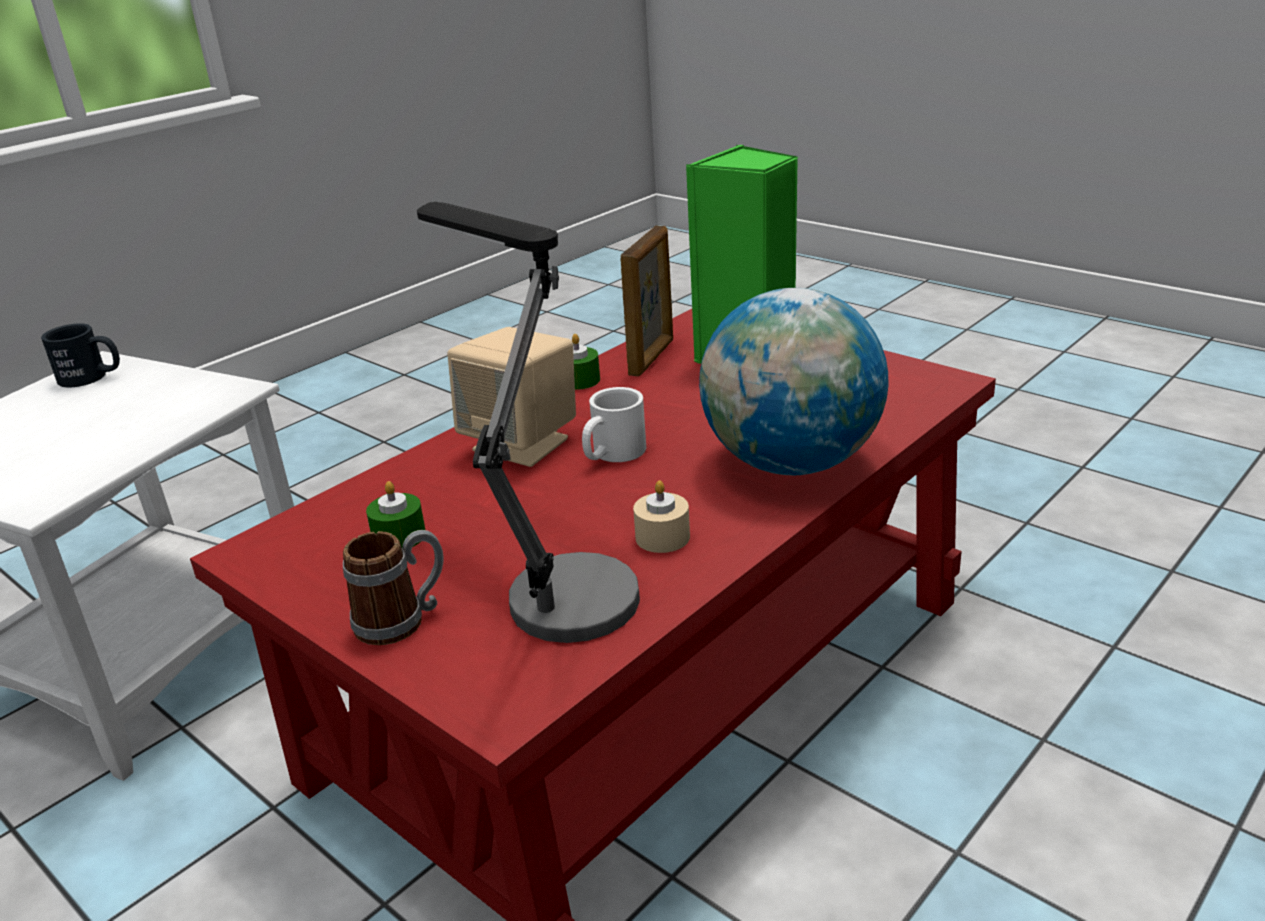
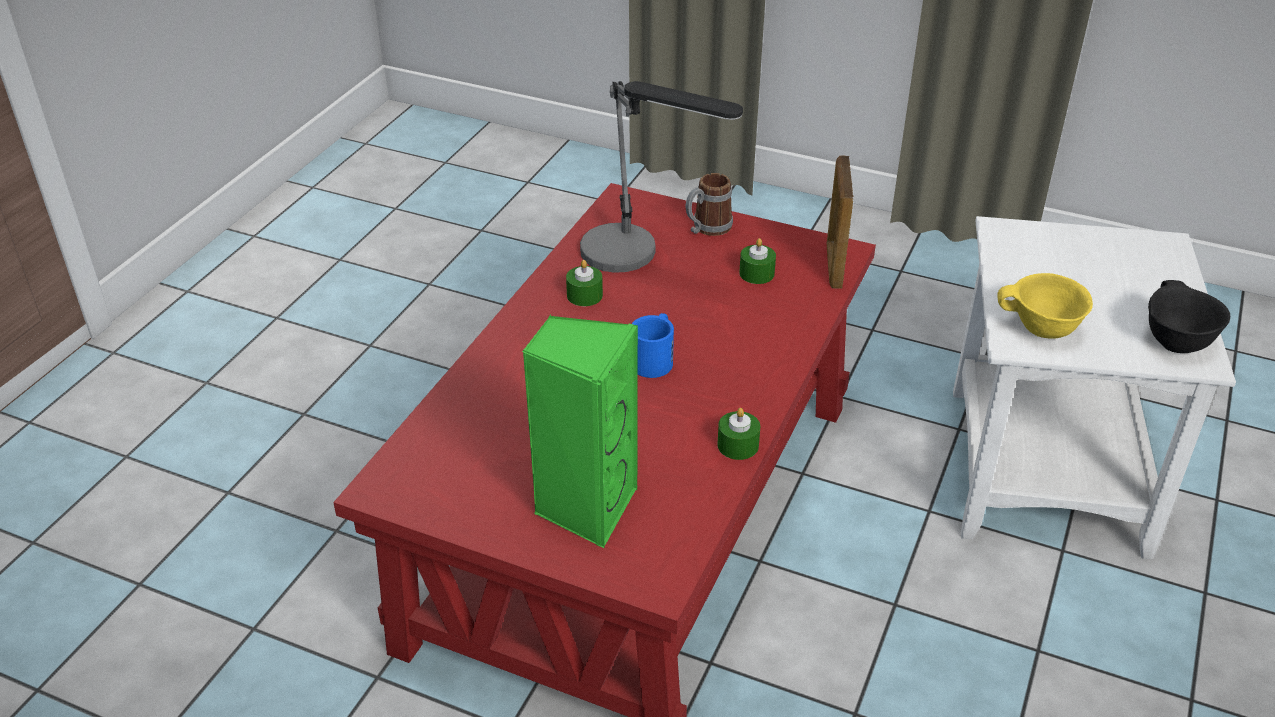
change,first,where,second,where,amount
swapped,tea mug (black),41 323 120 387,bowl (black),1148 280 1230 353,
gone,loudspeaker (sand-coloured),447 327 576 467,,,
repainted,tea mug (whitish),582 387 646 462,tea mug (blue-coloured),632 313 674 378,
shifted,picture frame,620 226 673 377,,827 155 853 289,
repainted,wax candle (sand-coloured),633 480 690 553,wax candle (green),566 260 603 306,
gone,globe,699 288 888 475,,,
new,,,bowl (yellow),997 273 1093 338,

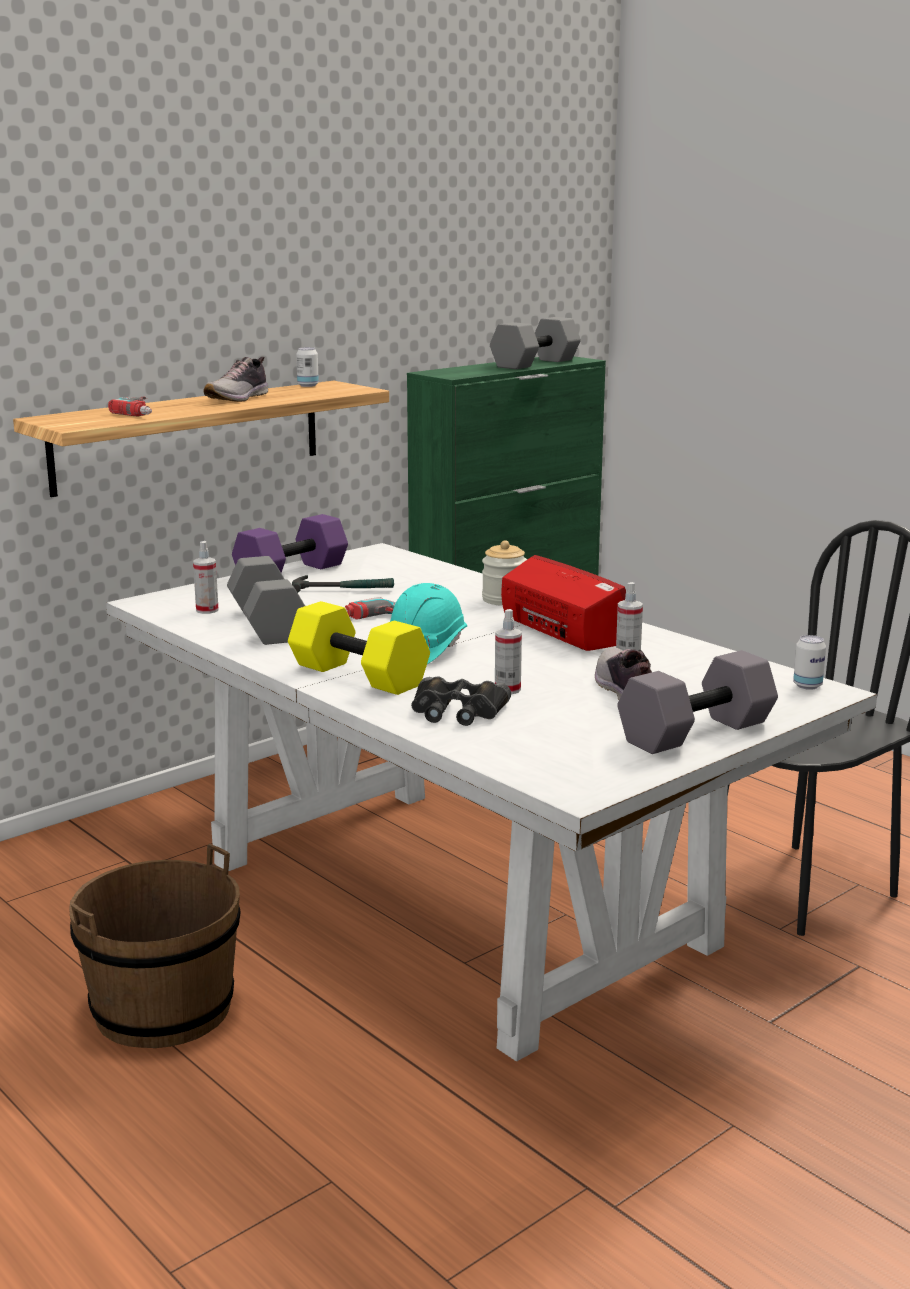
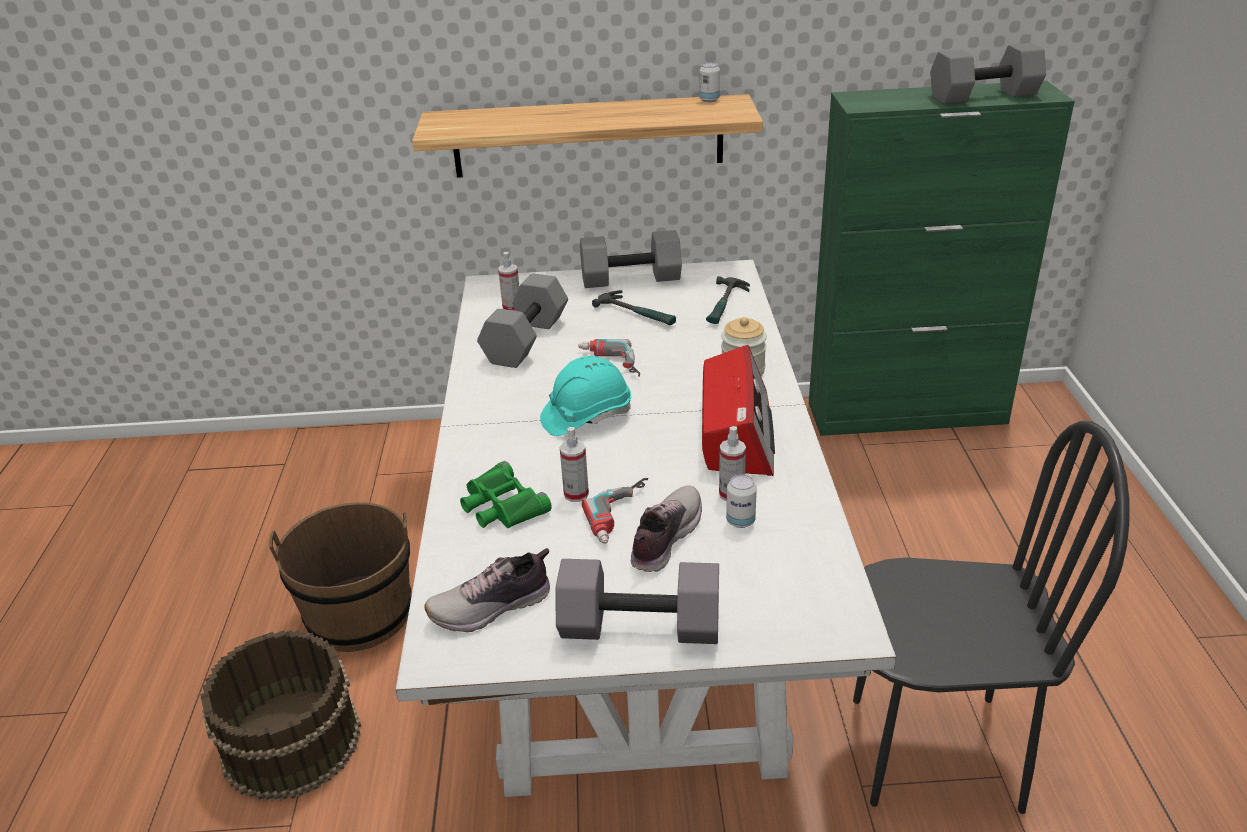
change,first,where,second,where,amount
shifted,drill,108 397 152 417,,582 478 648 544,
shifted,shoe,203 357 268 402,,424 548 550 632,
repainted,free weight (purplish),232 514 348 573,free weight (greyish),580 230 682 288,
gone,free weight (yellow),288 601 430 695,,,
repainted,binoculars (black),411 676 511 726,binoculars (green),460 461 552 528,
shifted,metal can,793 635 826 690,,726 474 757 528,
new,,,pail (brown),200 630 361 801,
new,,,hand hammer,706 276 750 324,

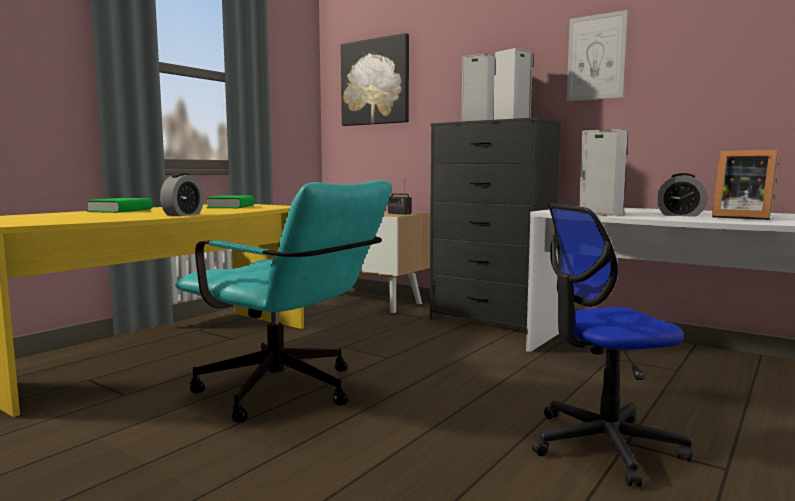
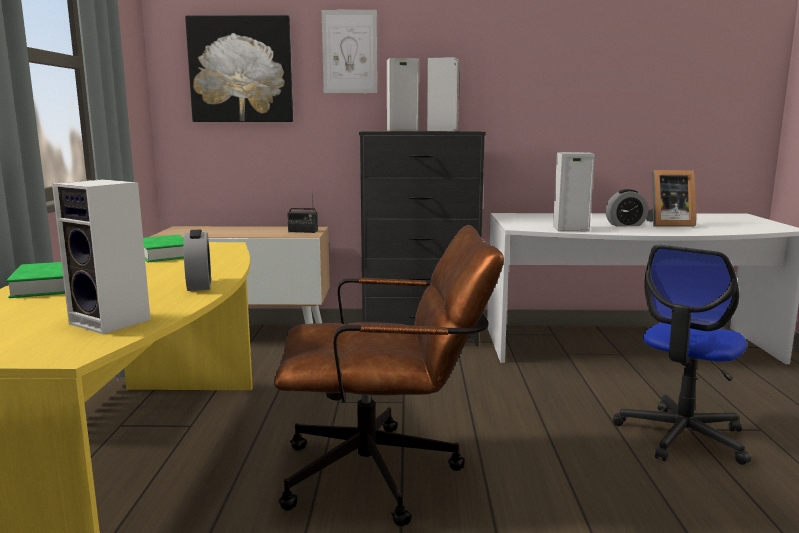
change,first,where,second,where,amount
repainted,office chair (turquoise-coloured),175 180 392 423,office chair (brown),274 225 504 526,
shifted,picture,567 10 628 101,,322 10 377 93,
new,,,loudspeaker,52 179 151 334,

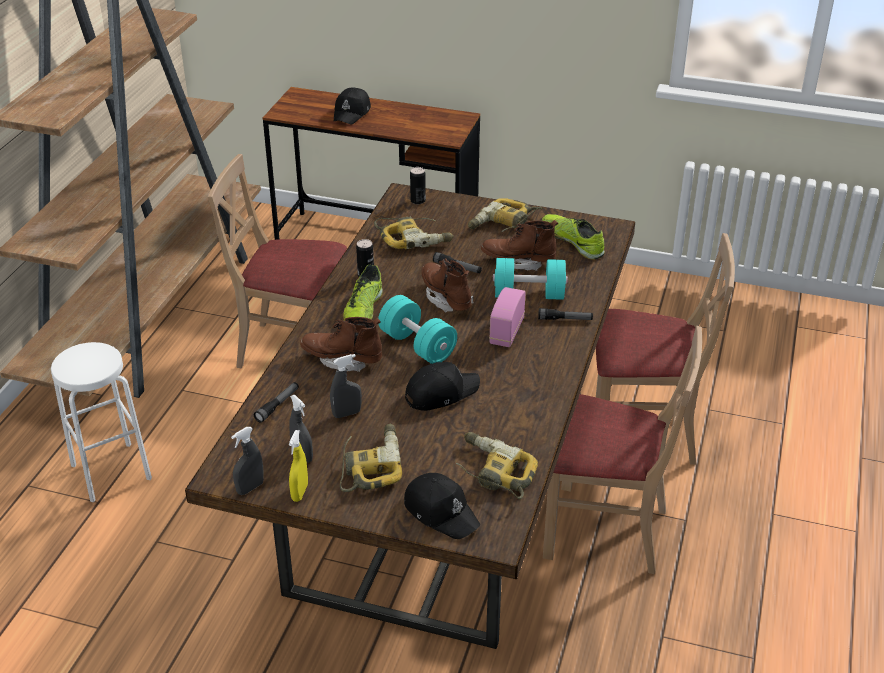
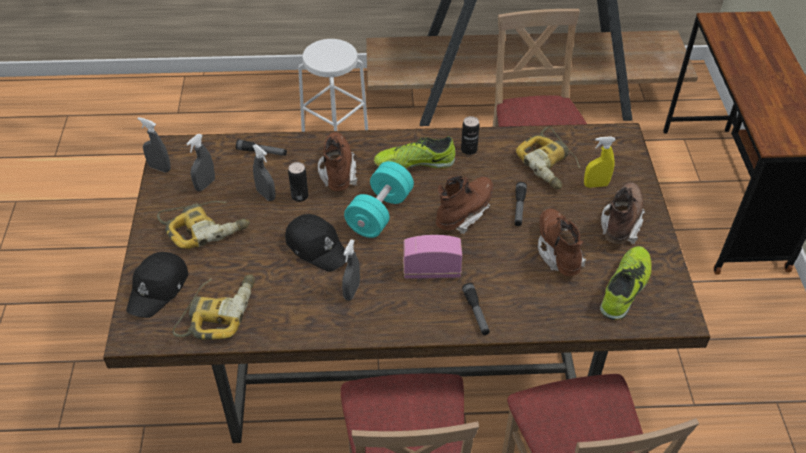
change,first,where,second,where,amount
shifted,spray bottle (yellow),289 430 308 502,,584 136 615 188,
gone,baseball cap (black),333 88 371 125,,,
shifted,metal can,410 167 426 204,,288 162 308 202,
swapped,drill,468 198 543 232,tall boot (brown),601 183 646 244,
gone,free weight (turquoise-coloured),493 258 568 300,,,
new,,,spray bottle (greyish),342 239 360 301,

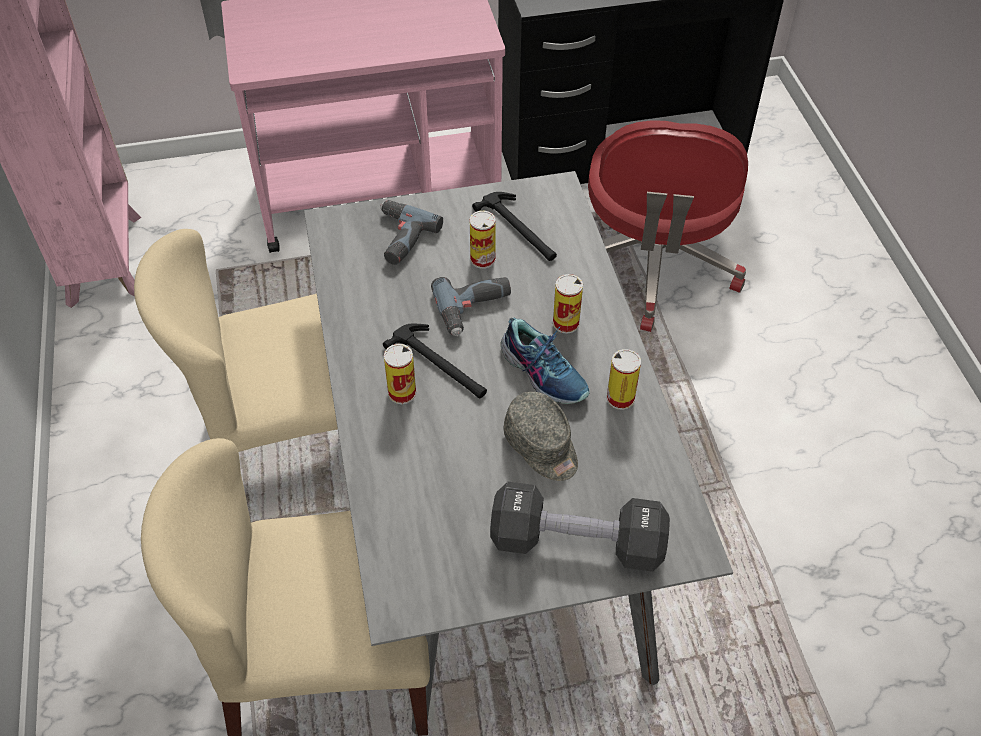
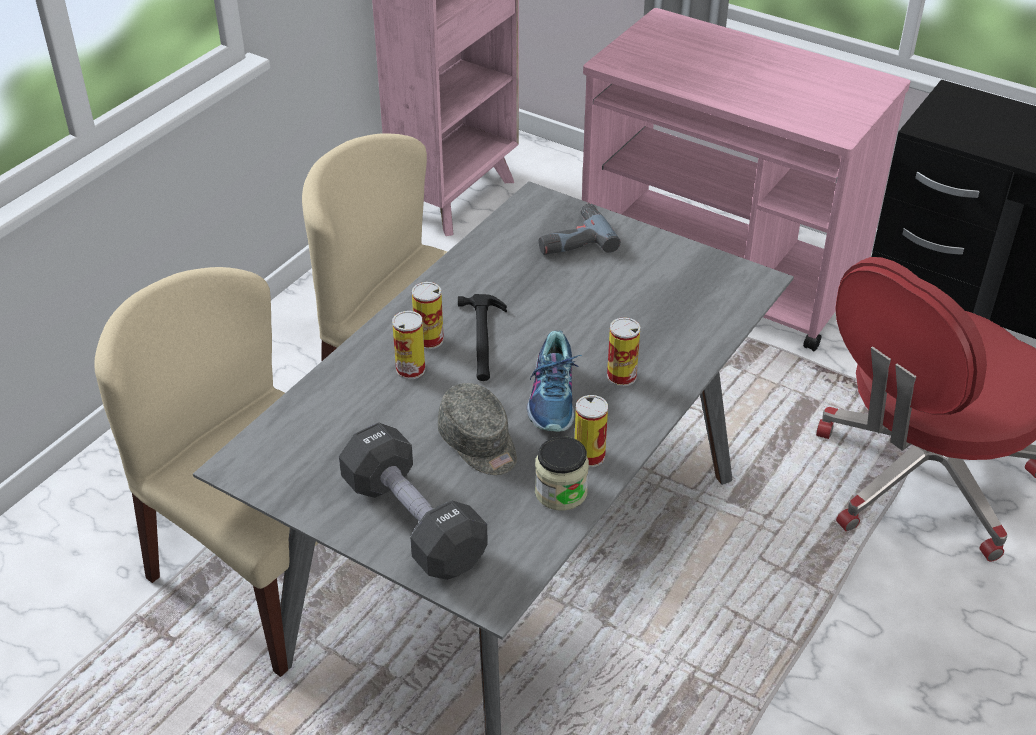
change,first,where,second,where,amount
gone,drill,431 277 511 336,,,
shifted,metal can,470 211 496 269,,392 311 425 380,
gone,hand hammer,472 192 557 261,,,
rotated,baseball cap (greyish),503 392 578 481,,438 383 517 475,45 degrees counterclockwise
new,,,storage jar,535 436 589 511,

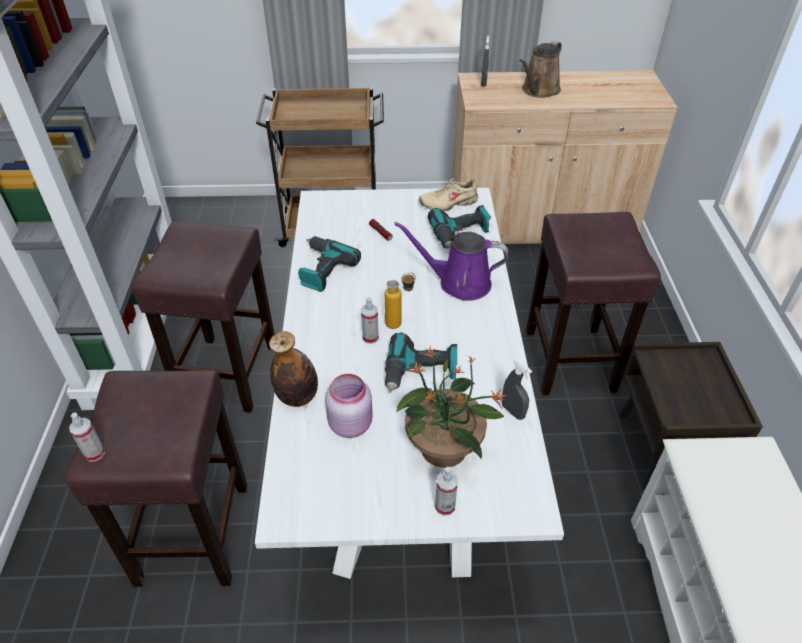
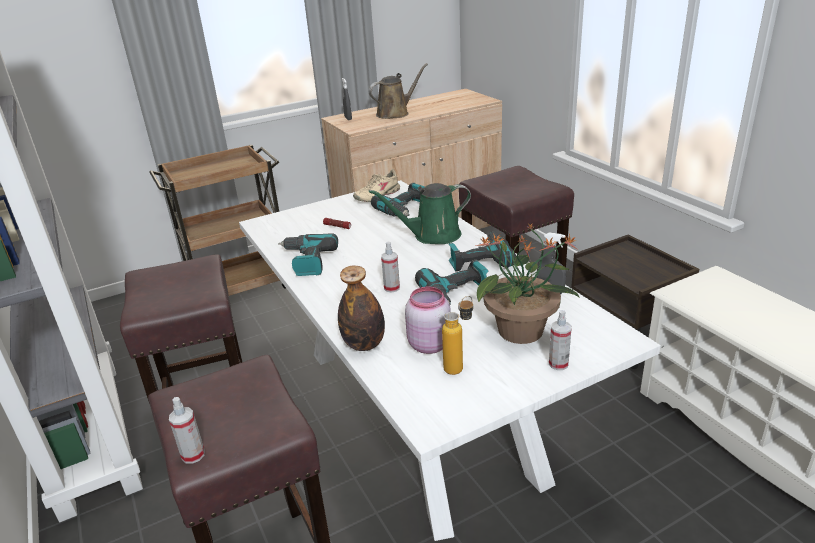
change,first,where,second,where,amount
shifted,beverage bottle,385 273 416 329,,442 296 473 375,
repainted,sprinkling can (purplish),394 221 509 301,sprinkling can (green),369 183 471 244,
rotated,sprinkling can (brown),519 41 562 98,,369 63 428 119,135 degrees counterclockwise
new,,,drill,448 231 516 271,

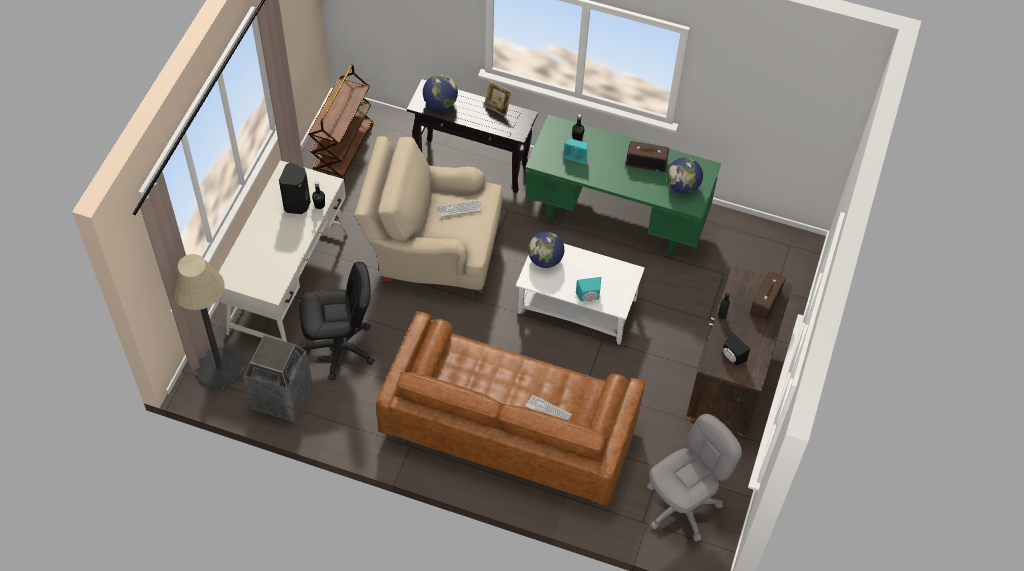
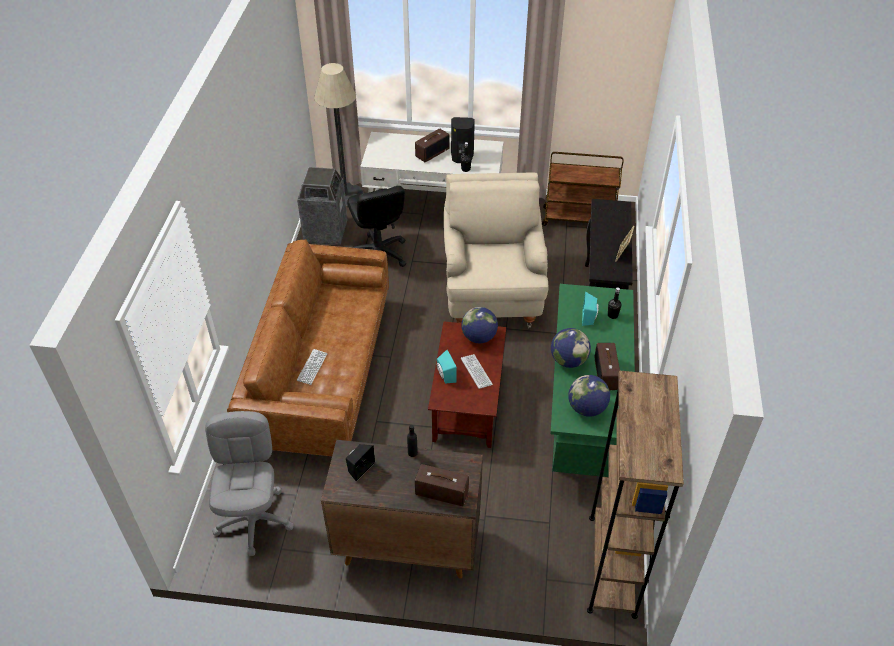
change,first,where,second,where,amount
shifted,globe,423 74 458 110,,551 328 591 368,
shifted,keyboard,439 199 483 217,,461 354 493 389,
repainted,coffee table (whitish),516 243 645 345,coffee table (brown),428 321 506 448,
rotated,office chair (greyish),647 414 742 542,,205 411 294 556,135 degrees counterclockwise
new,,,radio set,415 128 450 162,
new,,,shelving unit (brown),587 370 684 619,

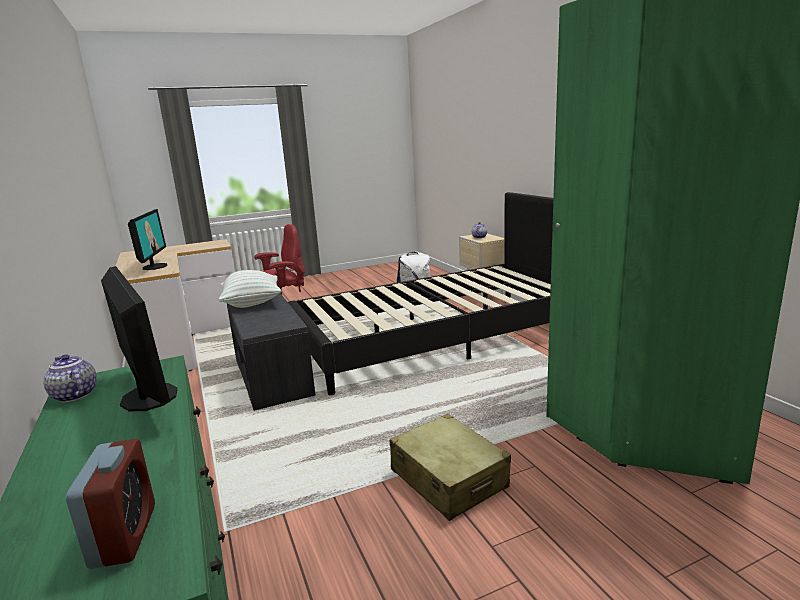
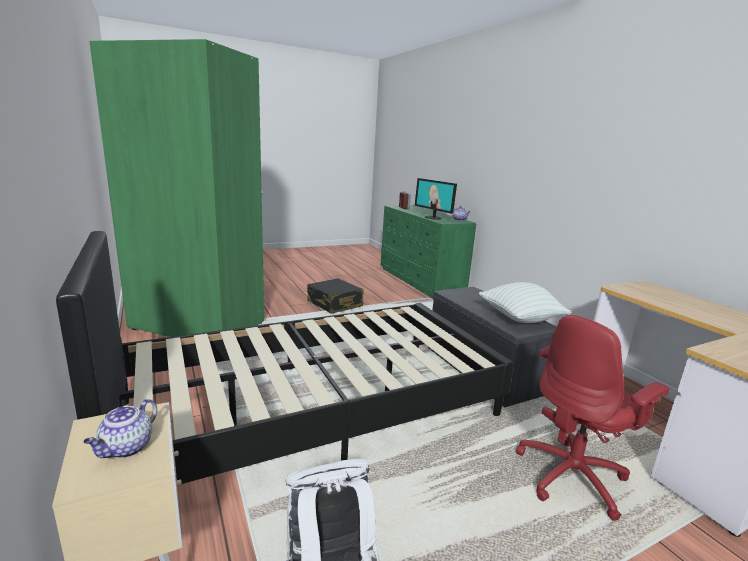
change,first,where,second,where,amount
gone,computer screen,128 209 167 270,,,
repainted,travel case (sand-coloured),390 414 511 521,travel case (black),307 278 363 314,

